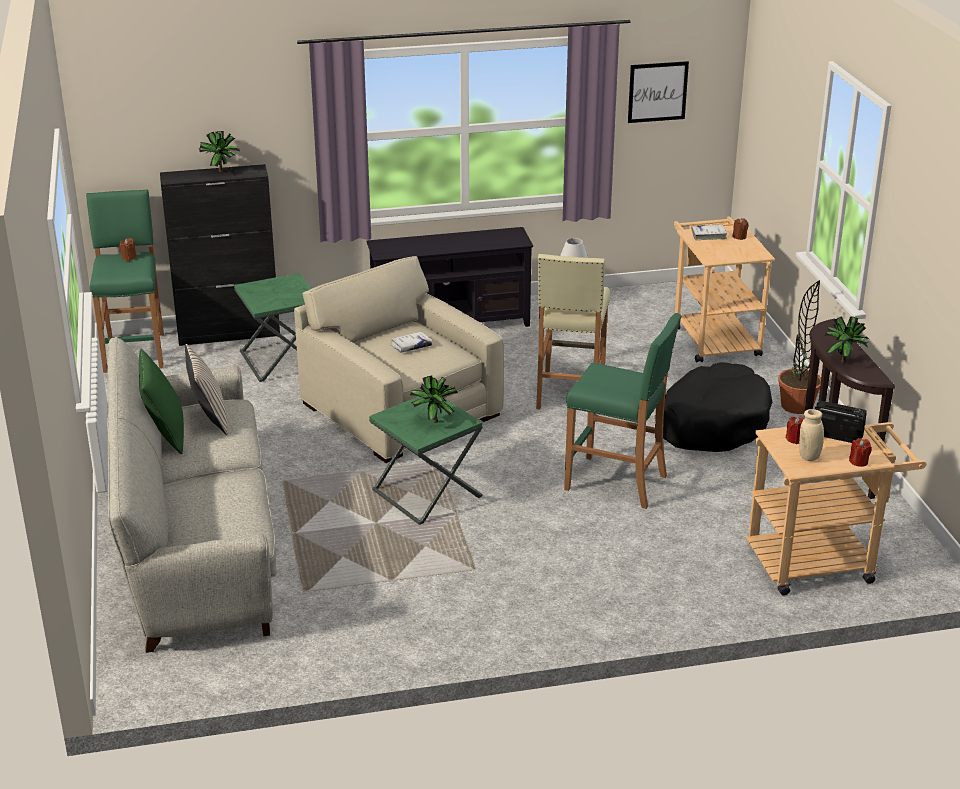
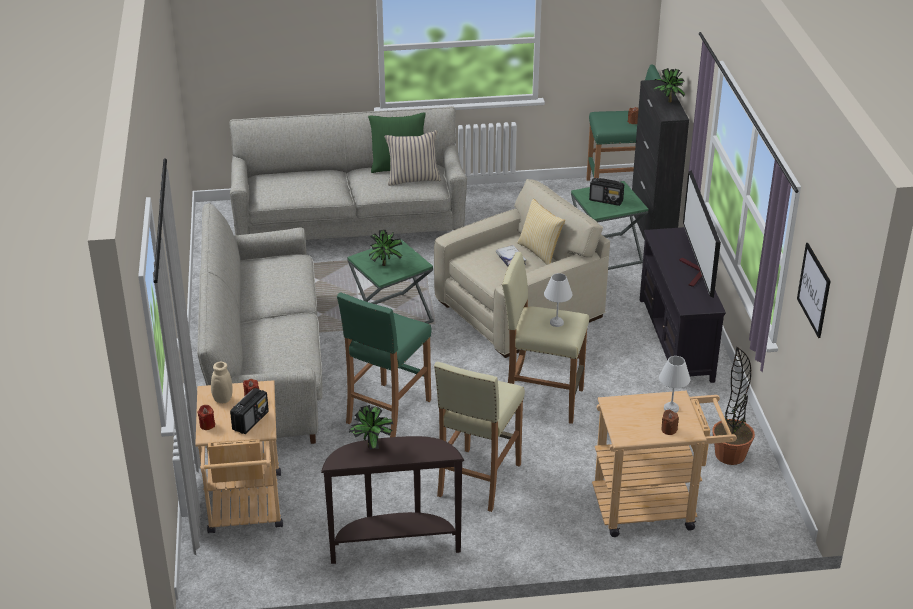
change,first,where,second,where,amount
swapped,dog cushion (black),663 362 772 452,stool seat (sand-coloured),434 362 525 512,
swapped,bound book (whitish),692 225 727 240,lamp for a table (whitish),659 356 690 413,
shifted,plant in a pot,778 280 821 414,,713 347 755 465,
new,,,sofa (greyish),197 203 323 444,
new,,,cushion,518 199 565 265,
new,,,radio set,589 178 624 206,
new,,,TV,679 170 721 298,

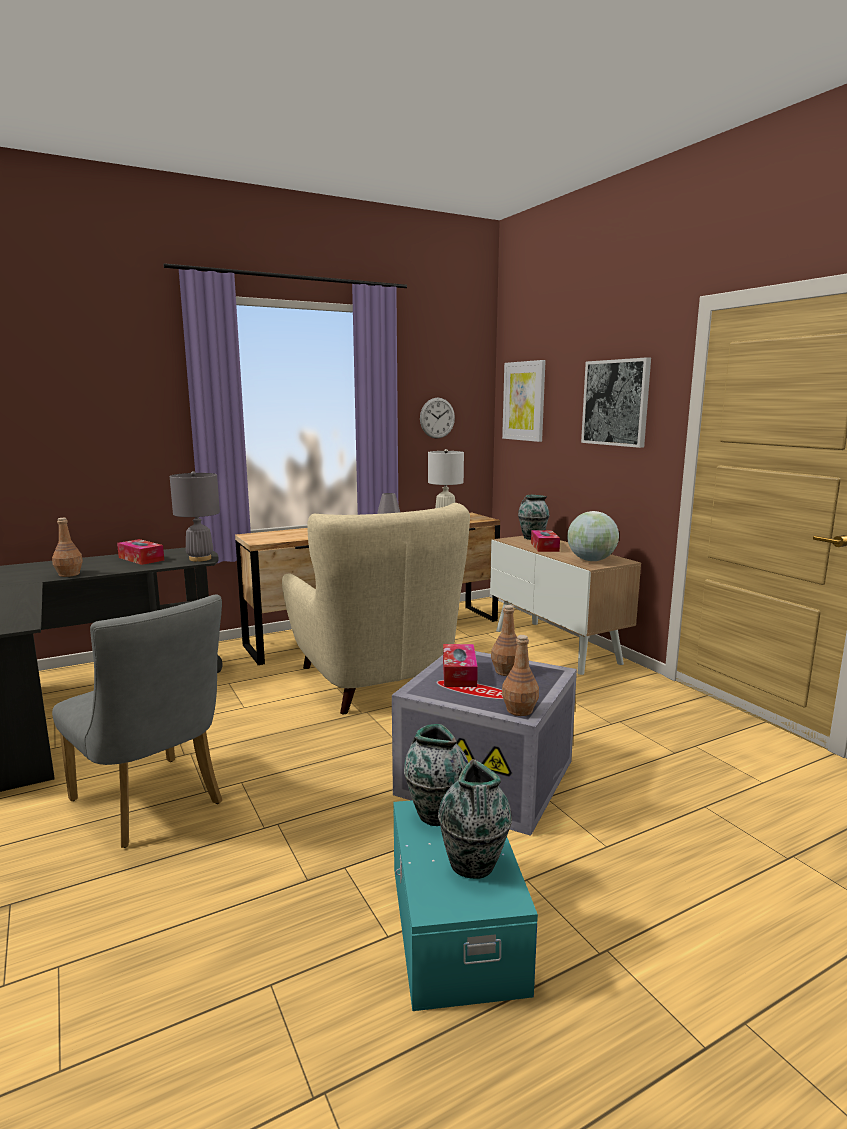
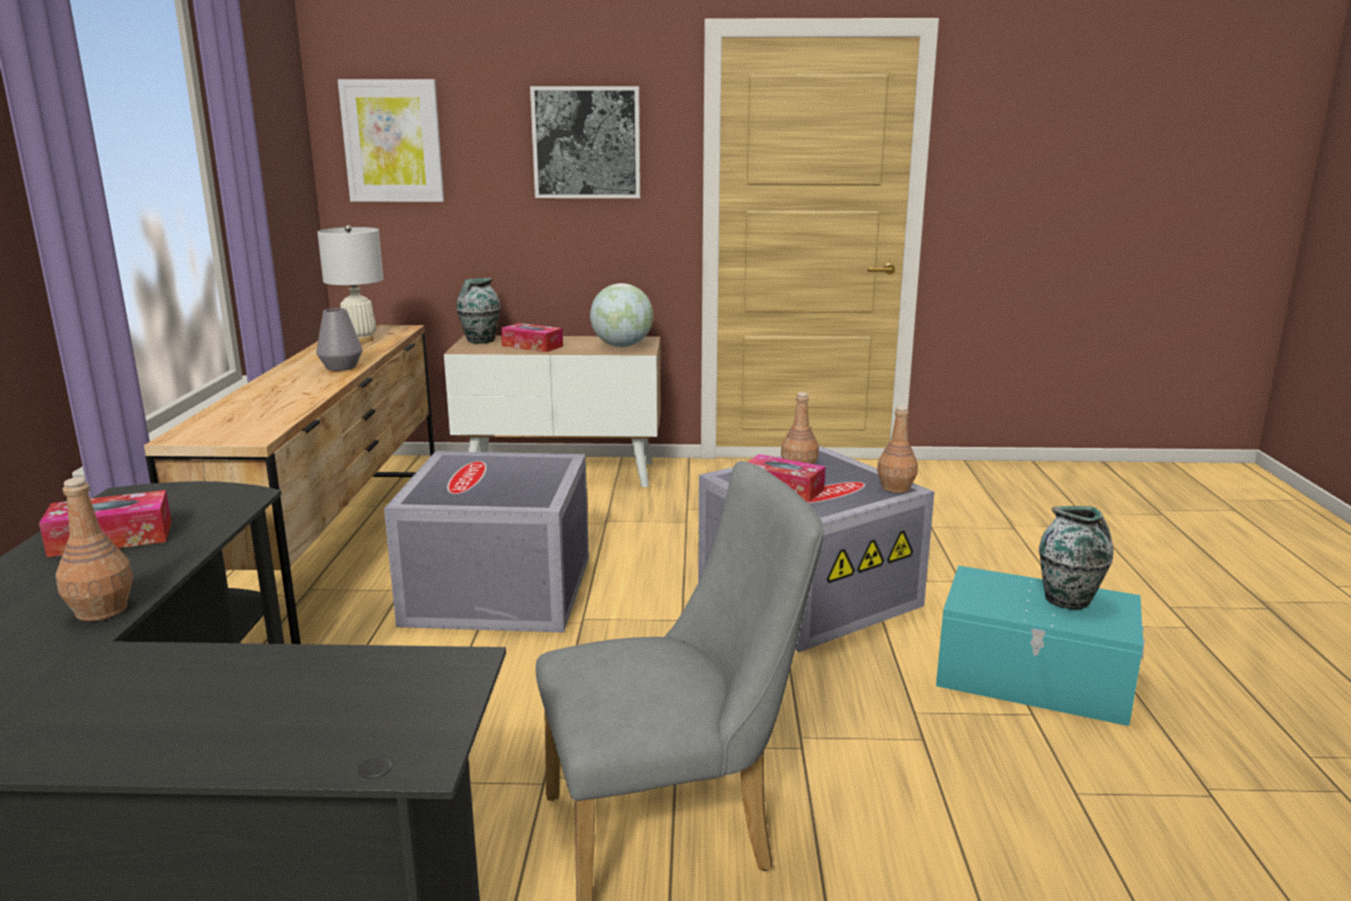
change,first,where,second,where,amount
gone,lamp for a table (greyish),170 471 220 562,,,
swapped,armchair (sand-coloured),282 503 470 714,storage container (greyish),384 451 589 633,
gone,flower vase,404 724 468 826,,,
gone,clock on the wall,420 398 455 439,,,

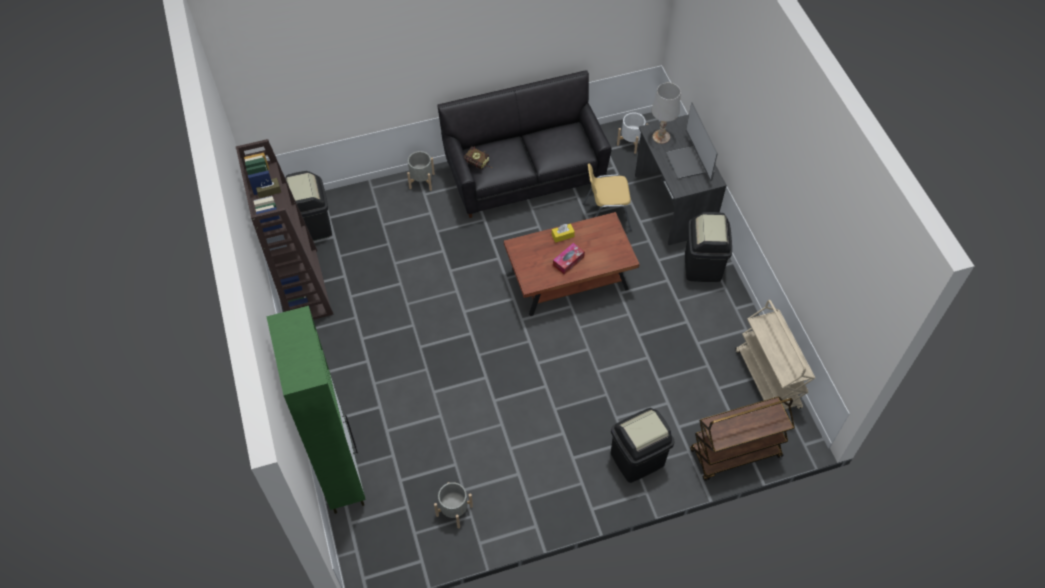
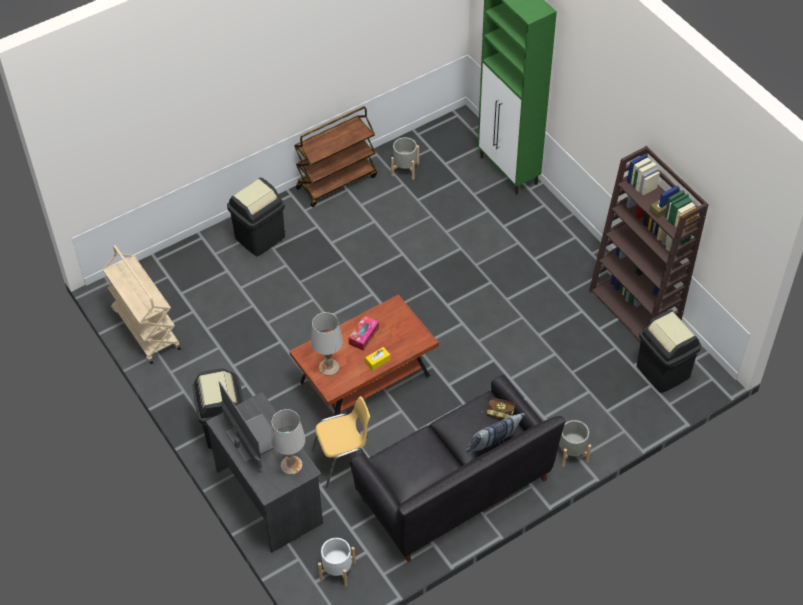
change,first,where,second,where,amount
shifted,cart (brown),690 397 795 481,,294 107 377 207,
new,,,lamp for a table (whitish),311 312 343 376,
new,,,cushion,466 413 525 452,

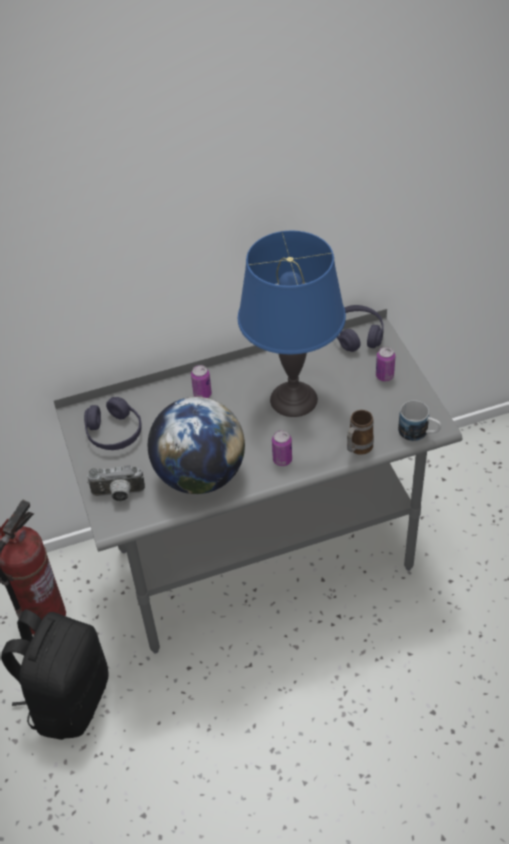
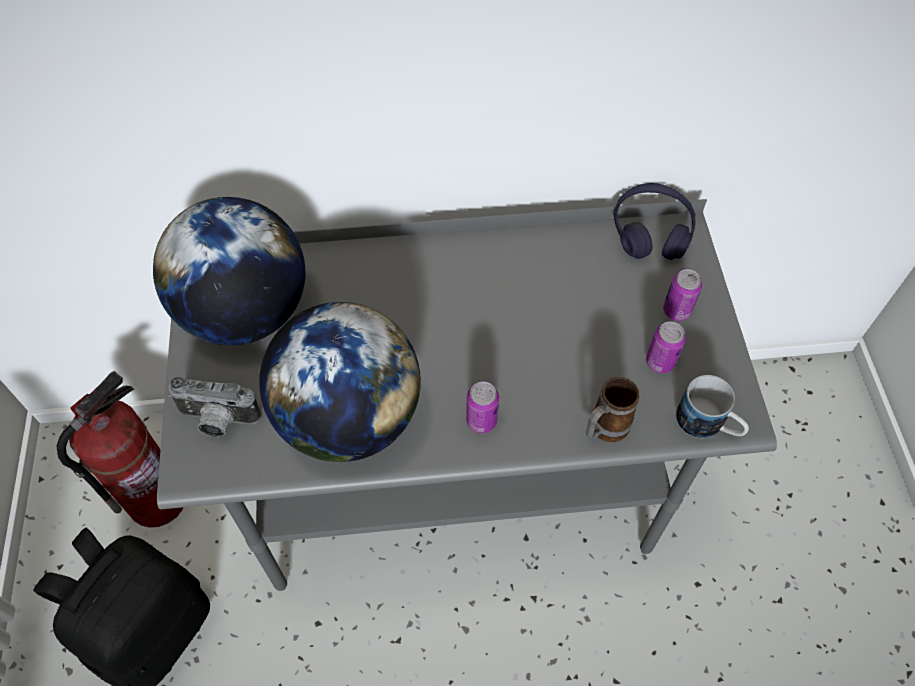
change,first,where,second,where,amount
swapped,headphones (purplish),84 397 142 450,globe,153 197 305 345,
shifted,metal can,191 365 212 398,,646 322 686 373,
gone,lamp for a table (blue-coloured),238 231 346 417,,,

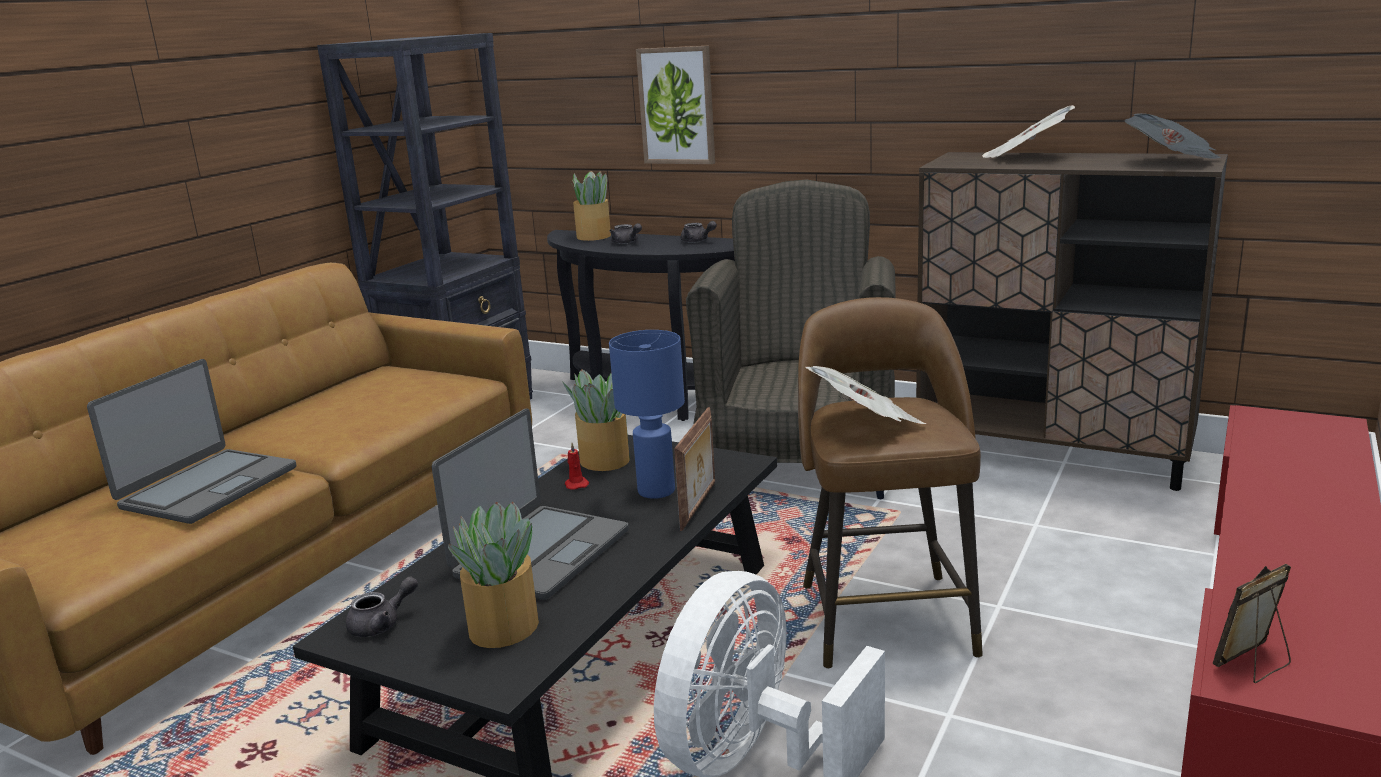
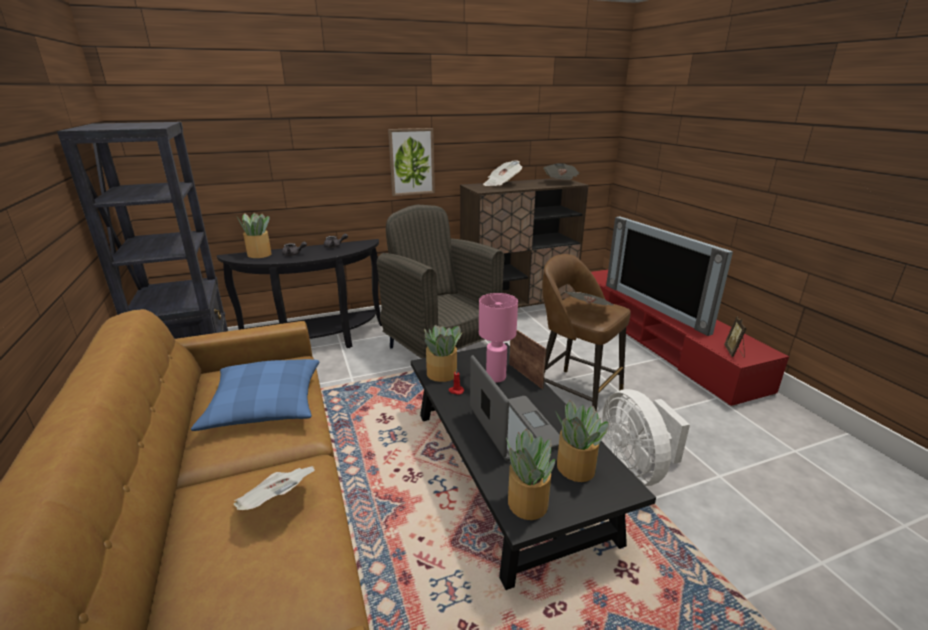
change,first,where,second,where,amount
swapped,laptop,87 359 296 524,newspaper,234 466 315 510,
swapped,pot for tea (greyish),346 576 418 637,plant in a pot,506 429 555 520,
repainted,lamp for a table (blue-coloured),609 330 685 499,lamp for a table (pinkish),479 293 518 382,
shifted,picture,636 46 715 164,,388 128 435 196,
new,,,cushion (blue-coloured),191 359 319 431,
new,,,TV,606 217 733 336,

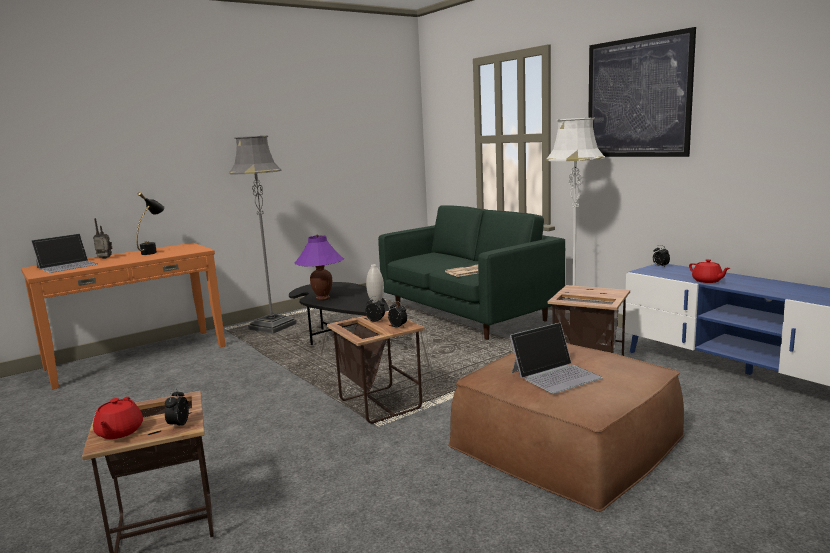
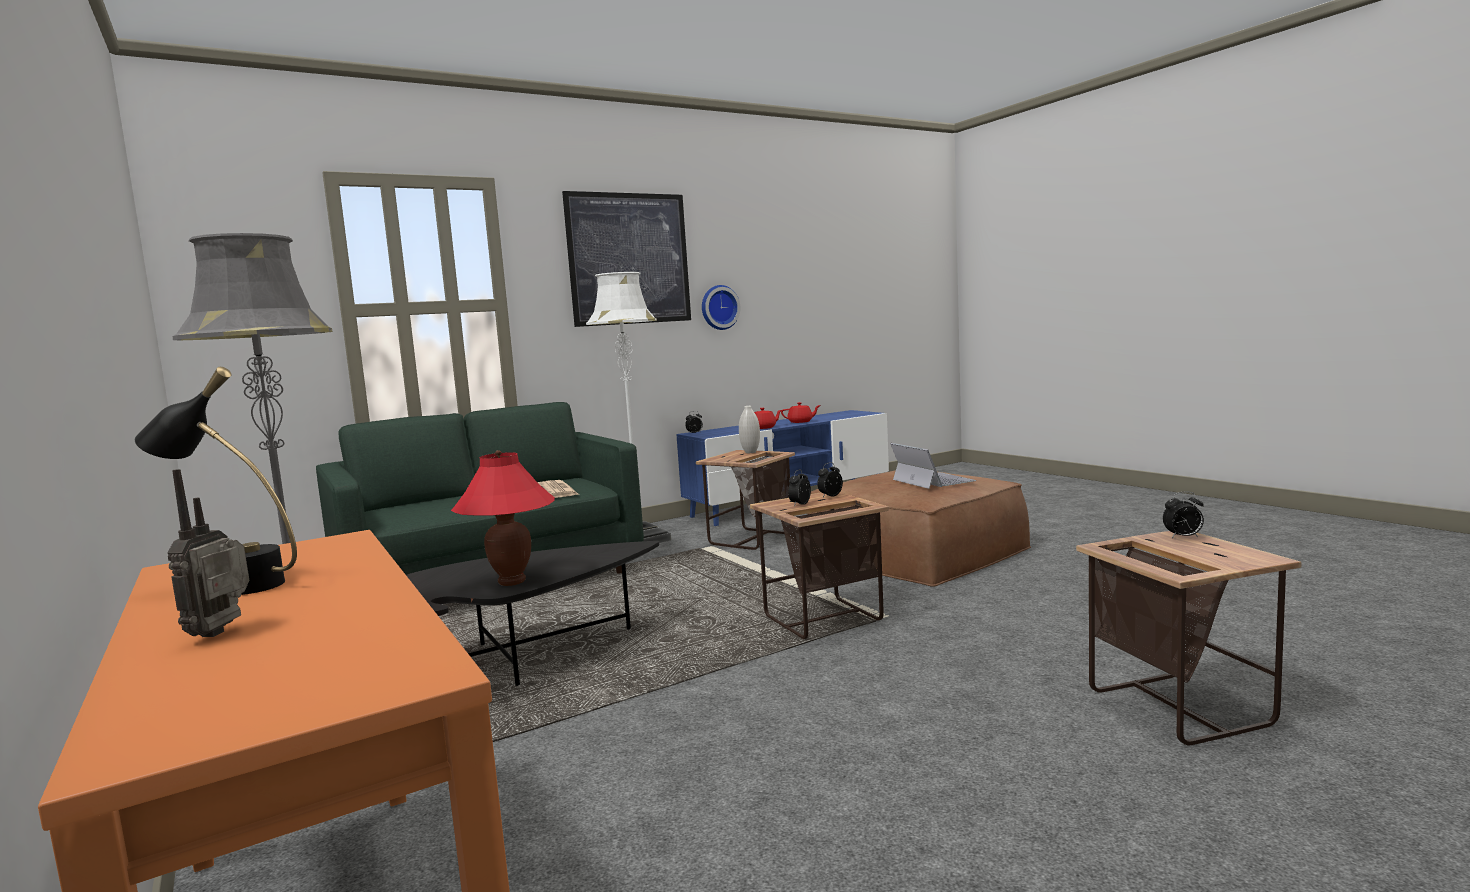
change,first,where,second,where,amount
gone,laptop,31 233 98 273,,,
shifted,pot for tea (red),93 397 143 439,,781 402 821 423,
repainted,lamp for a table (purplish),295 234 344 301,lamp for a table (red),451 450 555 586,
shifted,flower vase (whitish),366 264 384 303,,739 406 760 453,
new,,,clock on the wall,702 285 741 330,

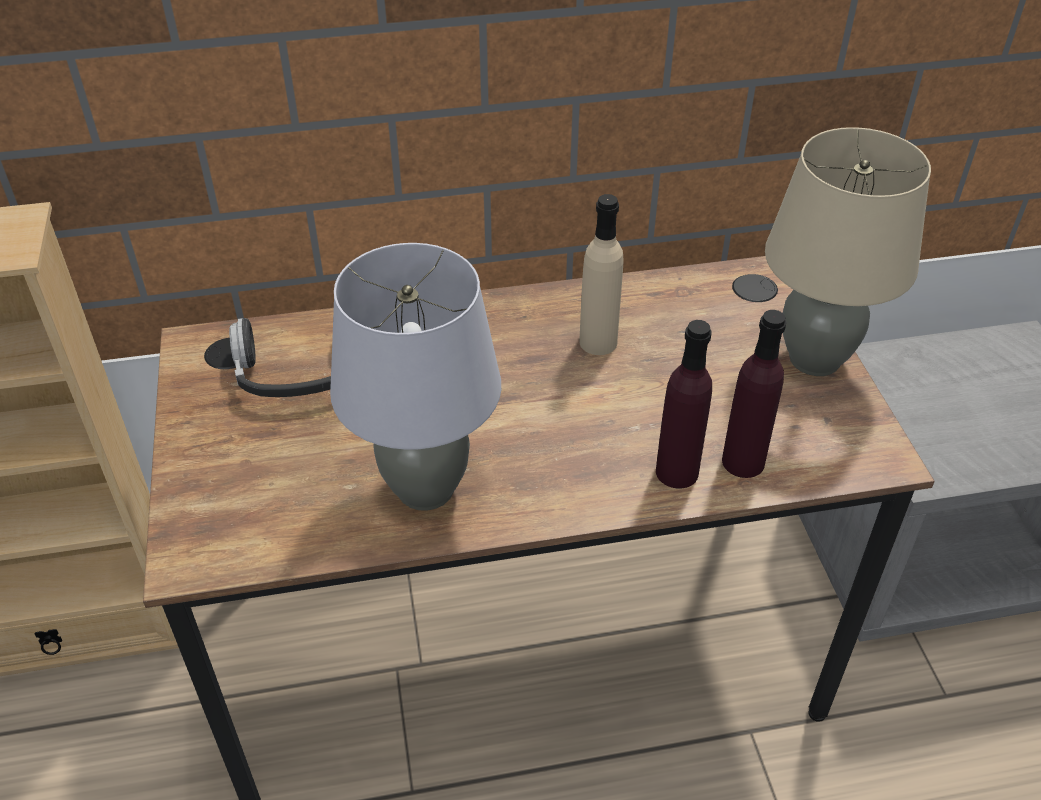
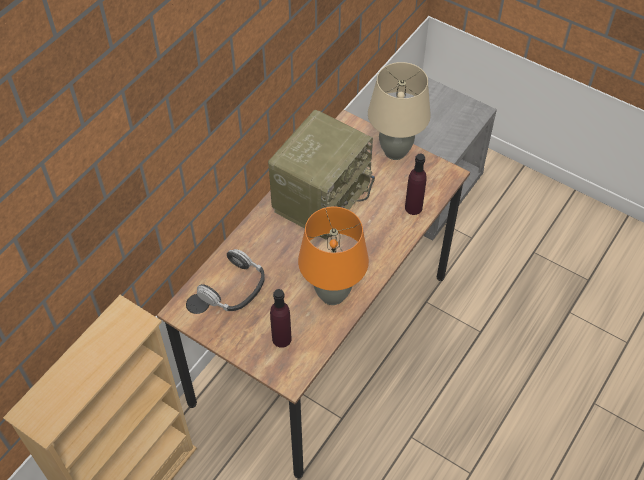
change,first,where,second,where,amount
repainted,lamp for a table (greyish),330 243 501 511,lamp for a table (orangey),298 207 369 305,
swapped,beverage bottle (sand-coloured),579 194 624 355,radio set,268 110 375 240,
shifted,beverage bottle (purplish),656 320 712 489,,270 289 292 348,

